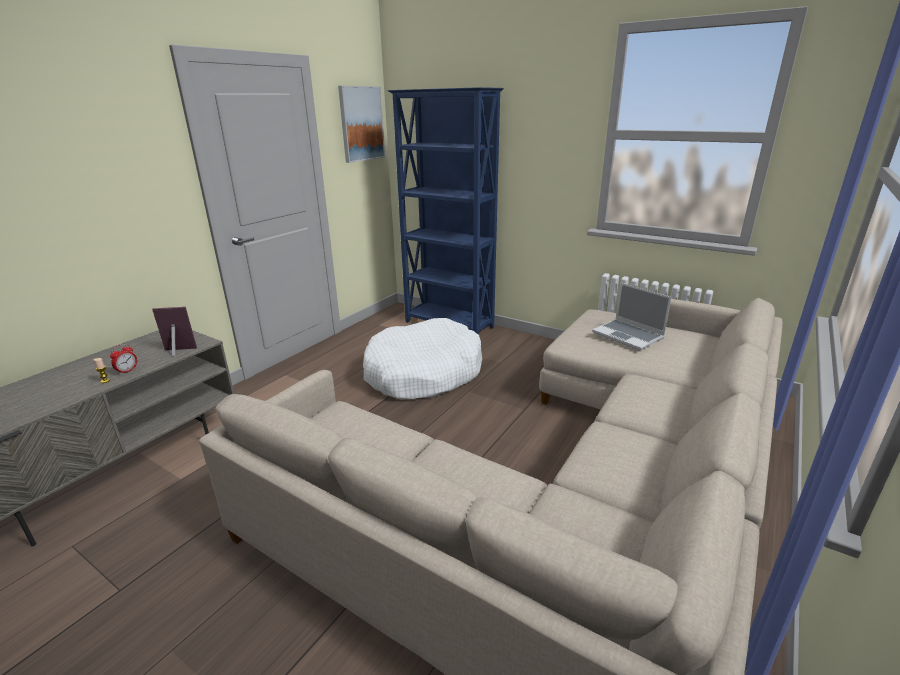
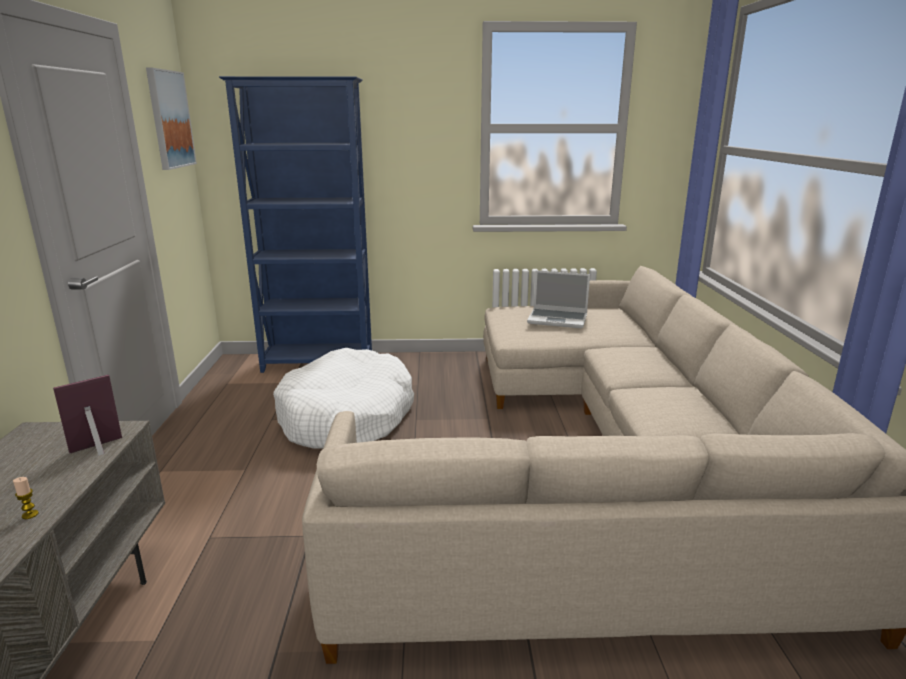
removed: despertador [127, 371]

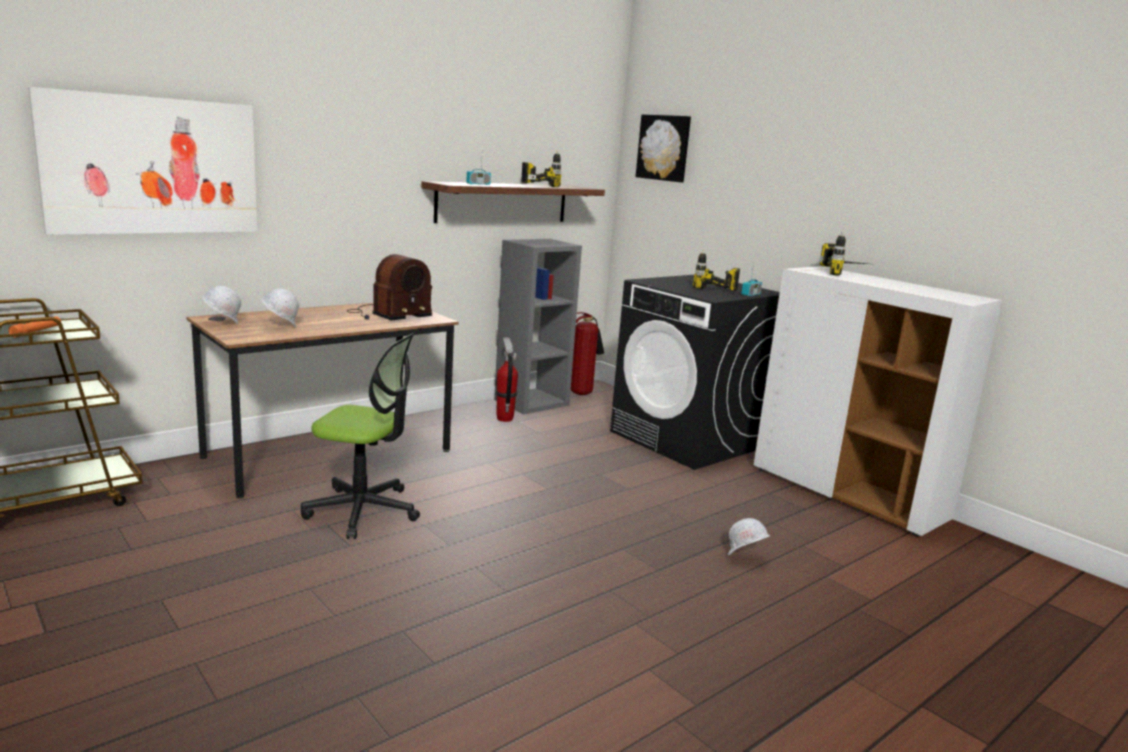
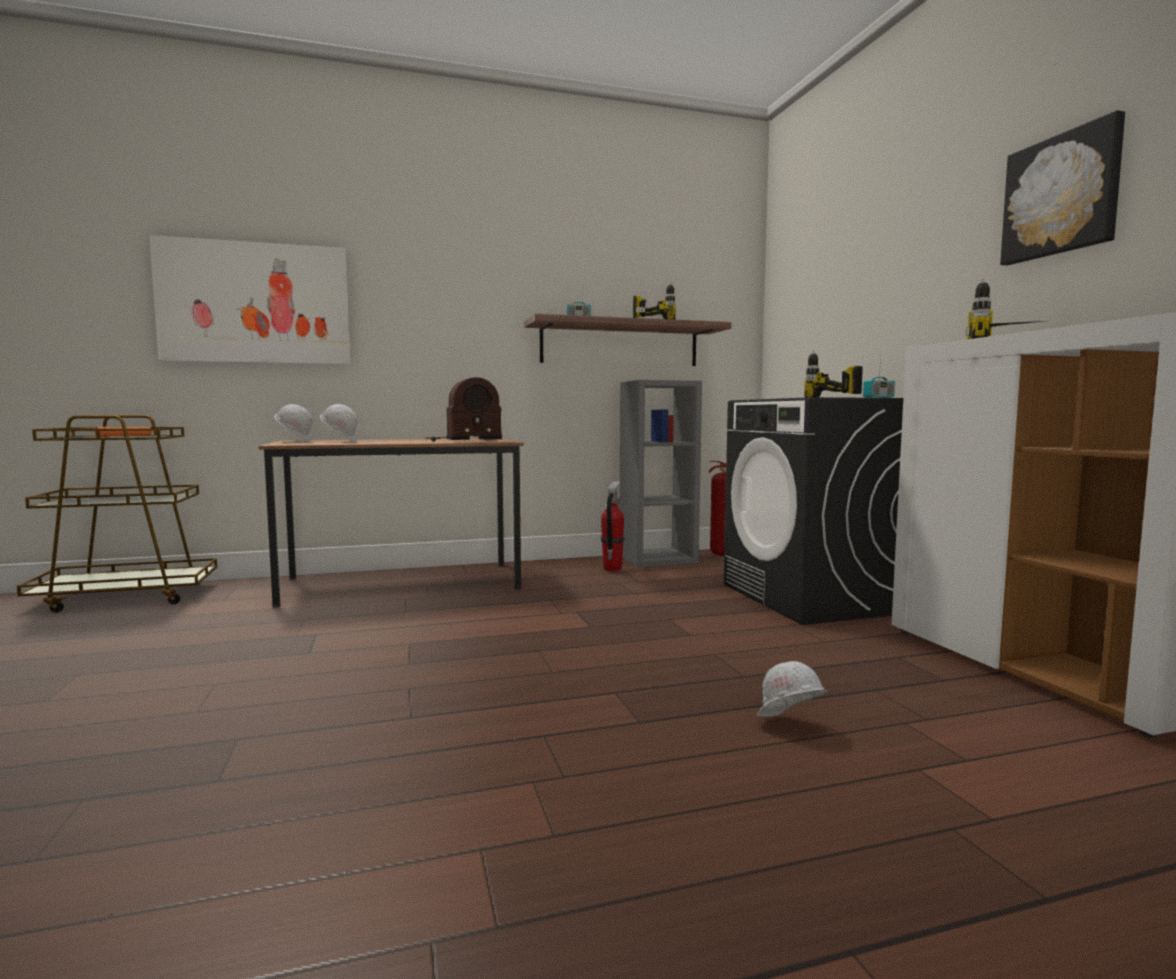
removed: silla de oficina [363, 511]
moved: cuadro [664, 148] to [1062, 195]

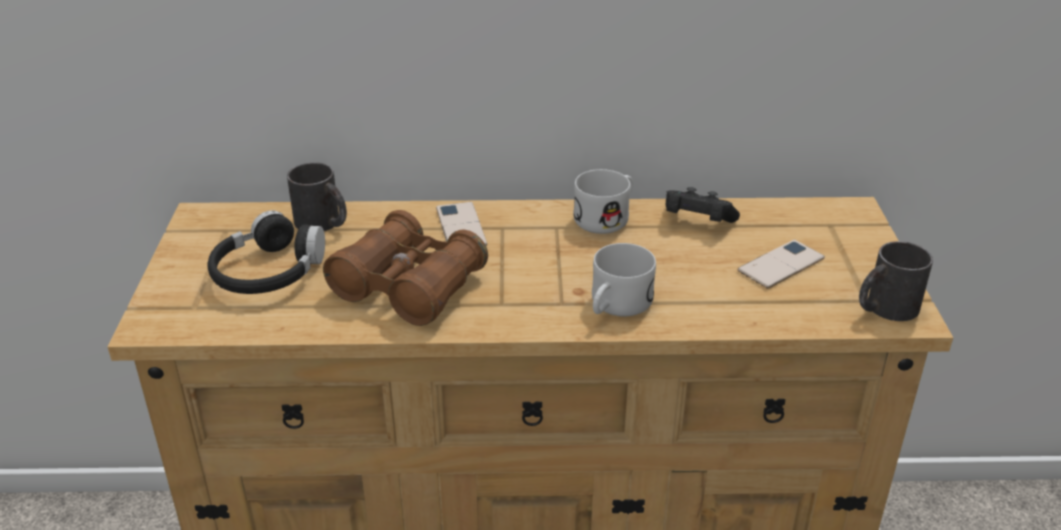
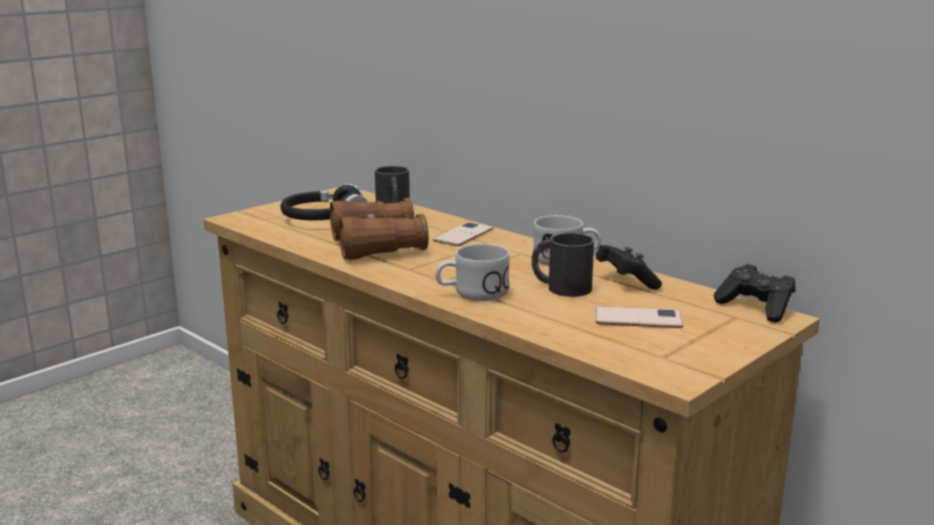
added: mando de consola [negro] [756, 308]
moved: taza grande [negro] [884, 308] to [560, 287]

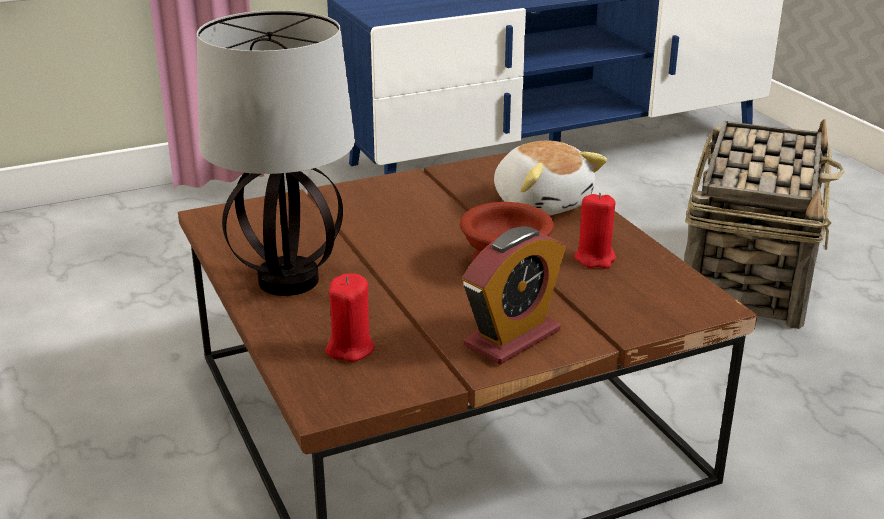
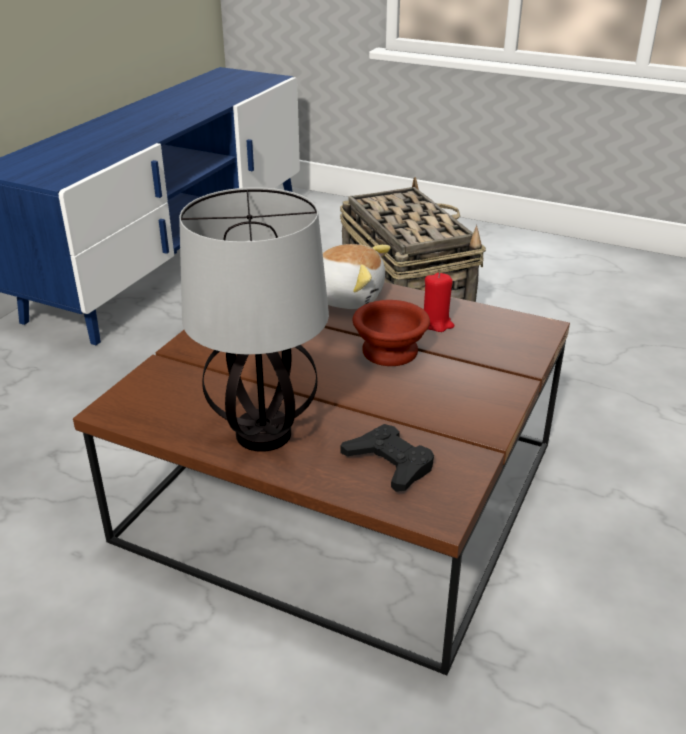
removed: despertador [512, 338]
replaced: vela [rojo] [350, 348] to mando de consola [negro] [389, 463]

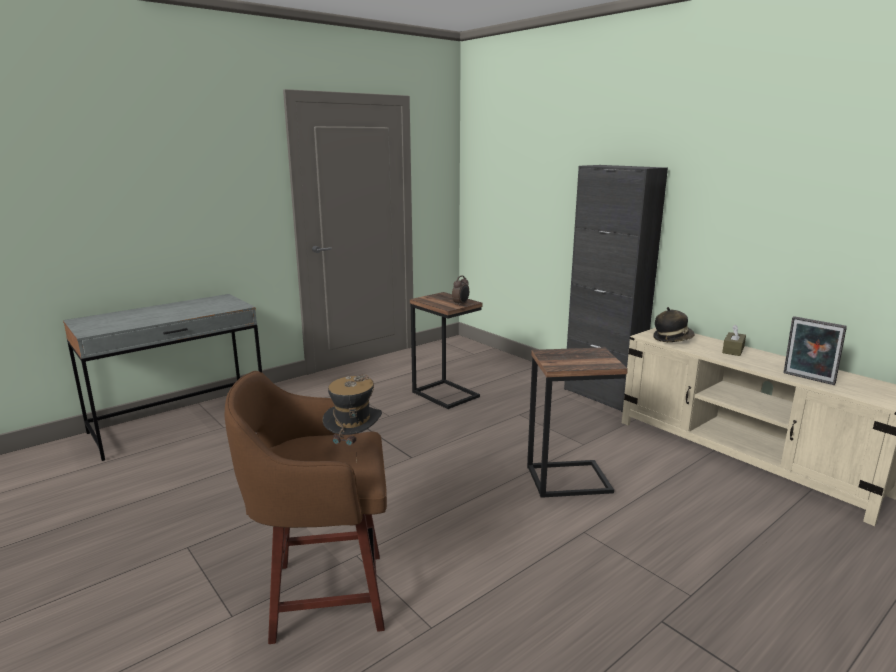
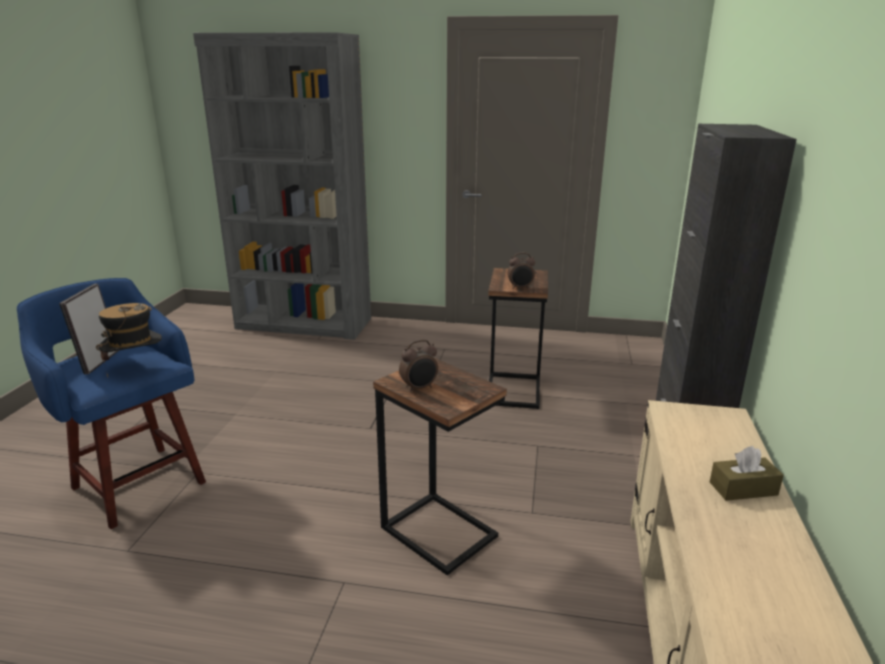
removed: sombrero [672, 339]
added: despertador [419, 388]
moved: portarretratos [807, 379] to [98, 362]
replaced: escritorio [gris] [180, 423] to estantería [gris] [304, 324]
recoloured: taburete [marrón] [323, 596] to taburete [azul] [136, 483]

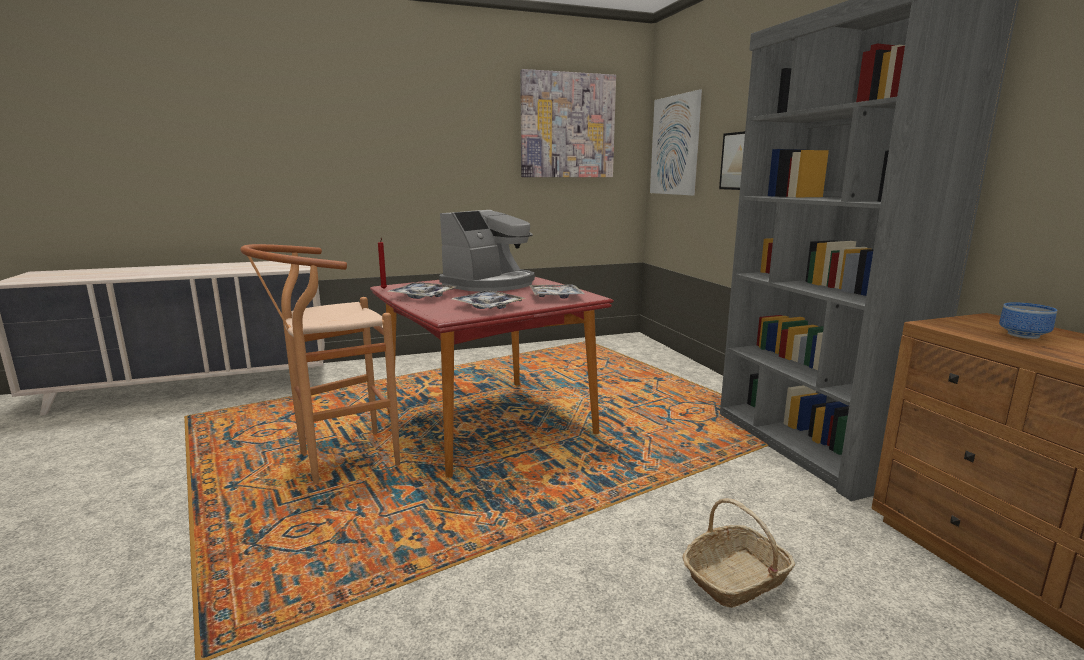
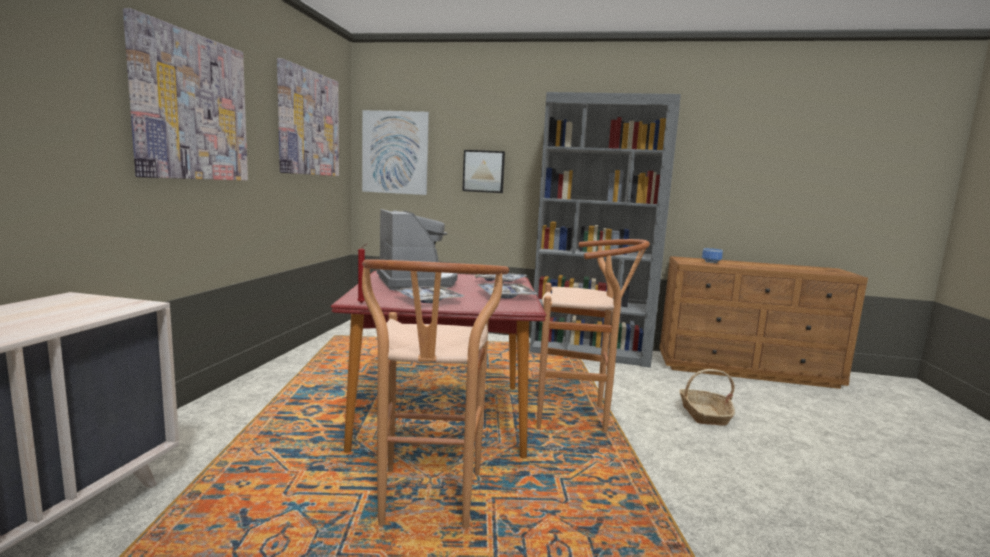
added: cuadro [191, 107]; taburete [marrón] [579, 417]

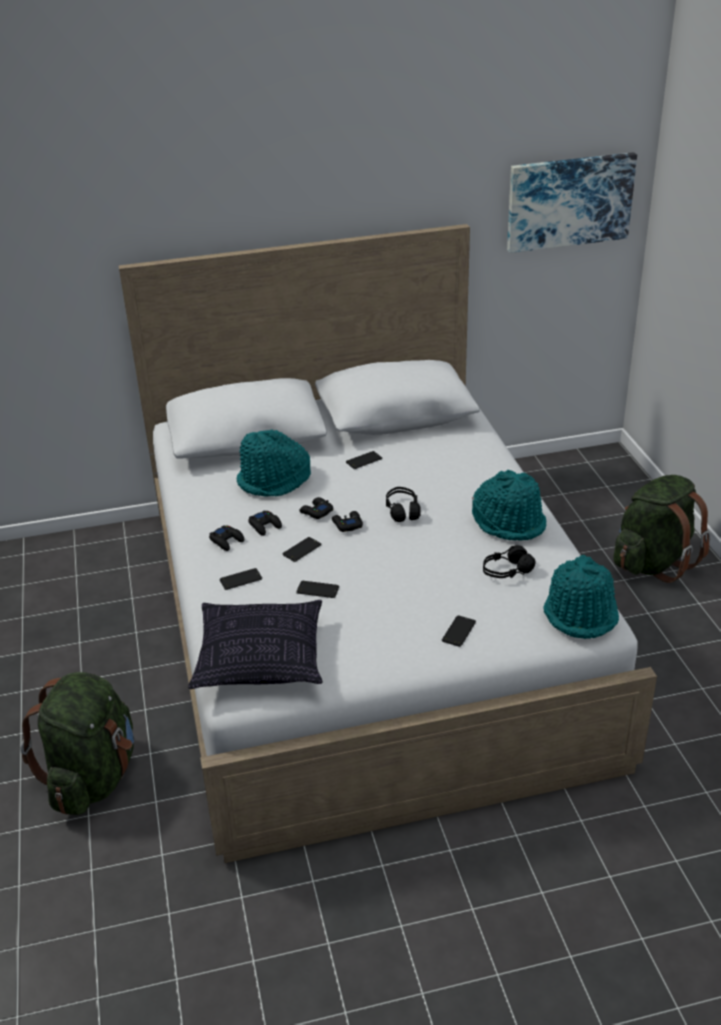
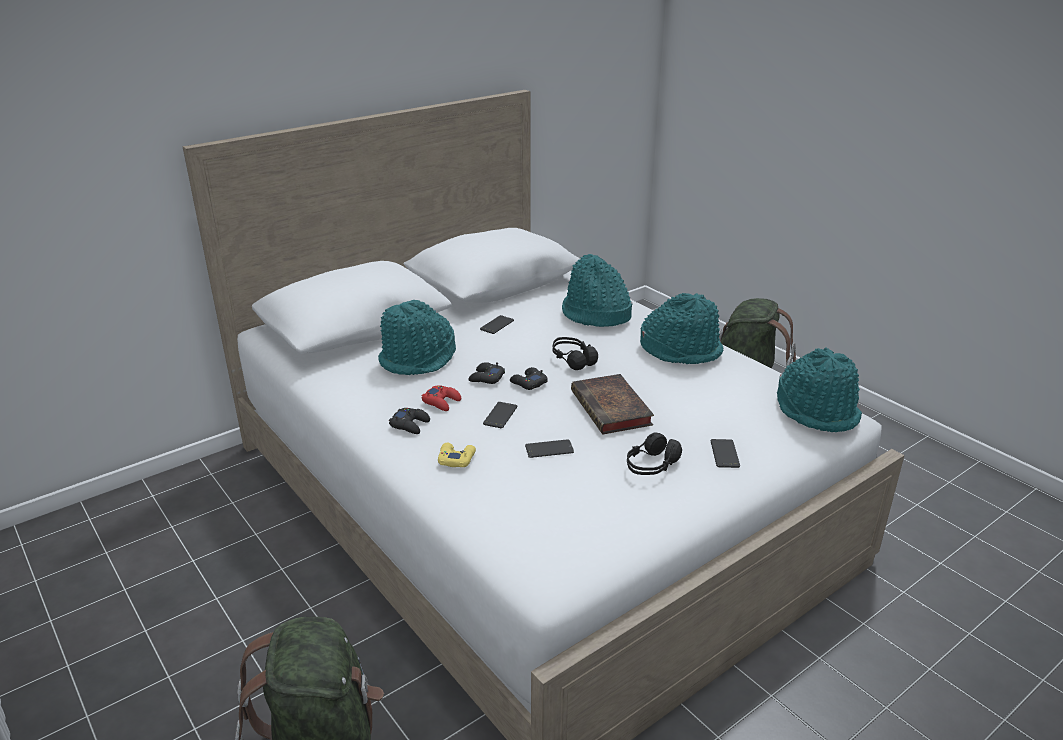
removed: cojín [261, 659]; cuadro [569, 201]
added: sombrero [turquesa] [595, 314]; libro [612, 410]
moved: auriculares [negro] [506, 571] to [651, 466]
replaced: móvil [241, 579] to mando de consola [amarillo] [456, 459]
recoloured: mando de consola [negro] [265, 526] to mando de consola [rojo] [442, 402]

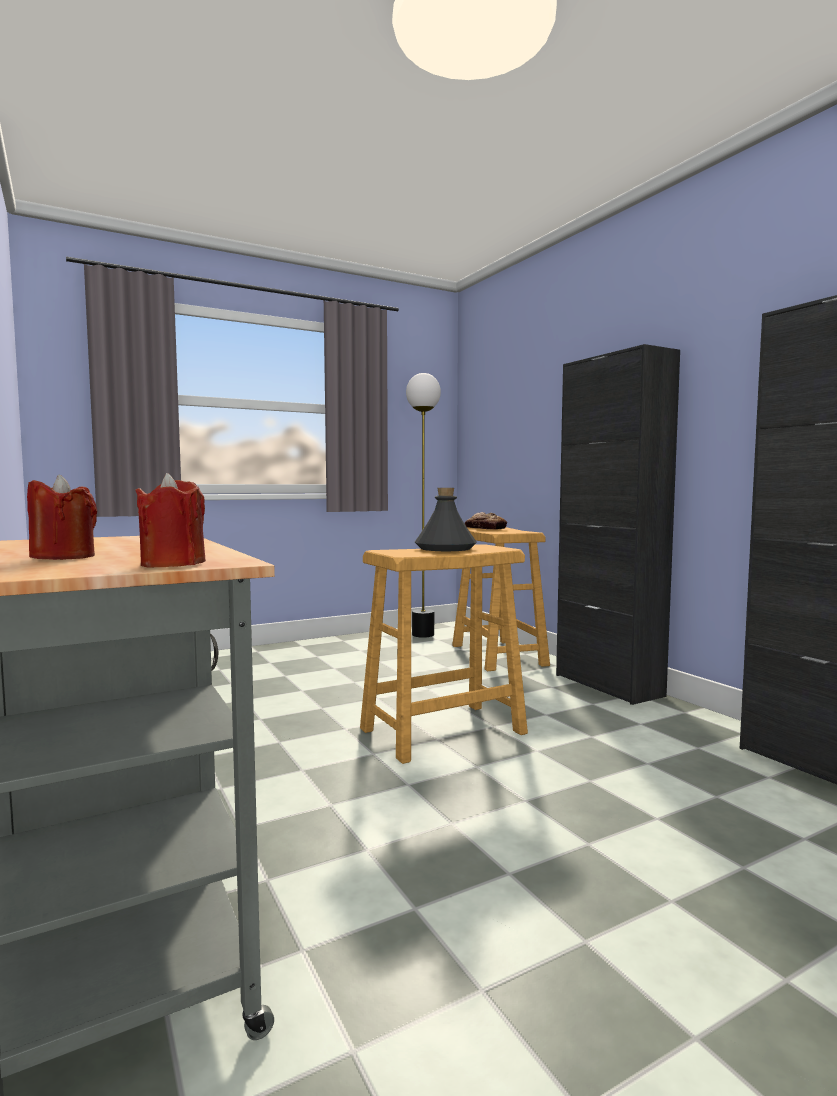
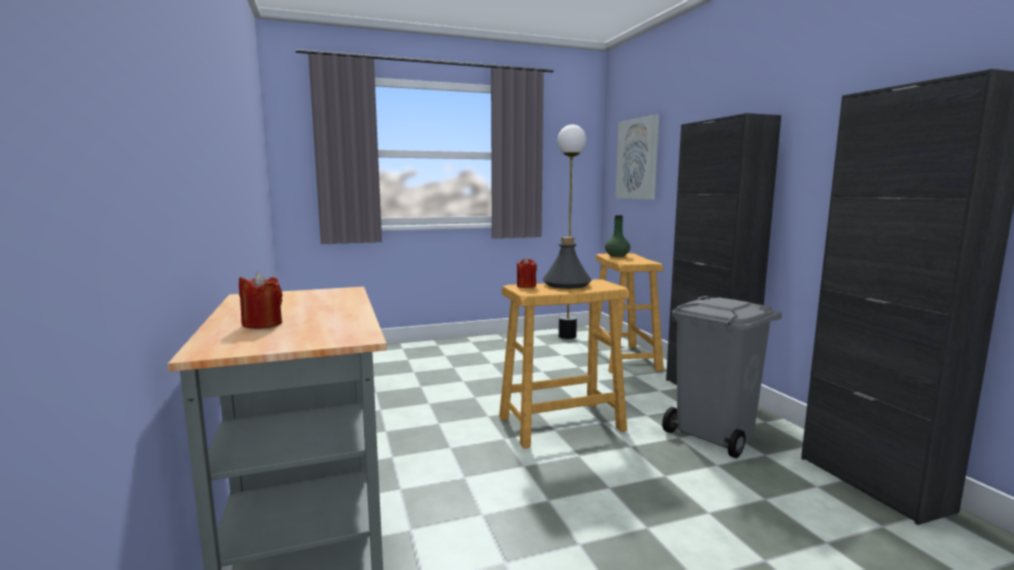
added: cuadro [637, 159]; papelera [gris] [716, 435]
moved: vela [rojo] [173, 564] to [526, 286]
replaced: pan [485, 528] to florero [verde] [616, 256]

